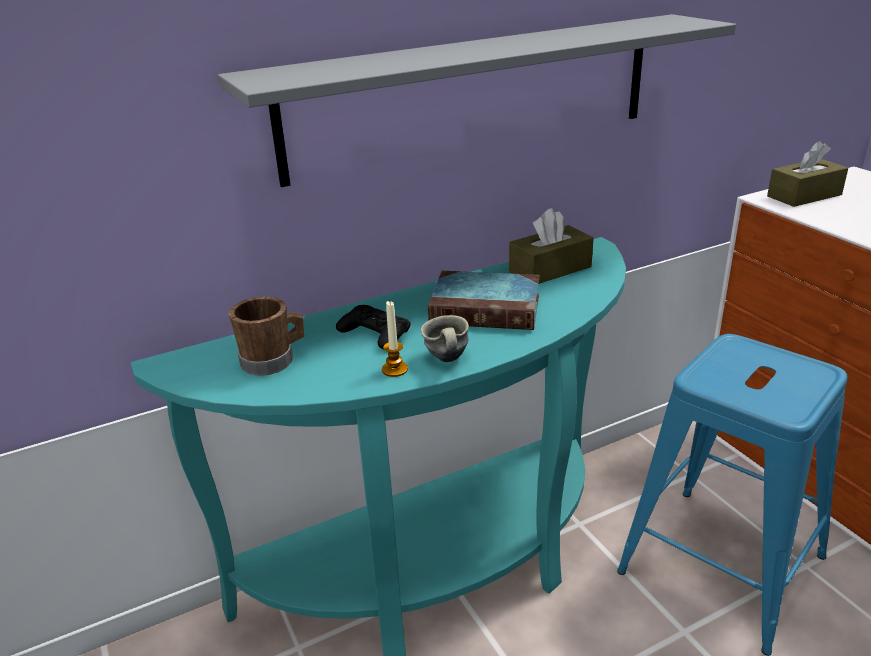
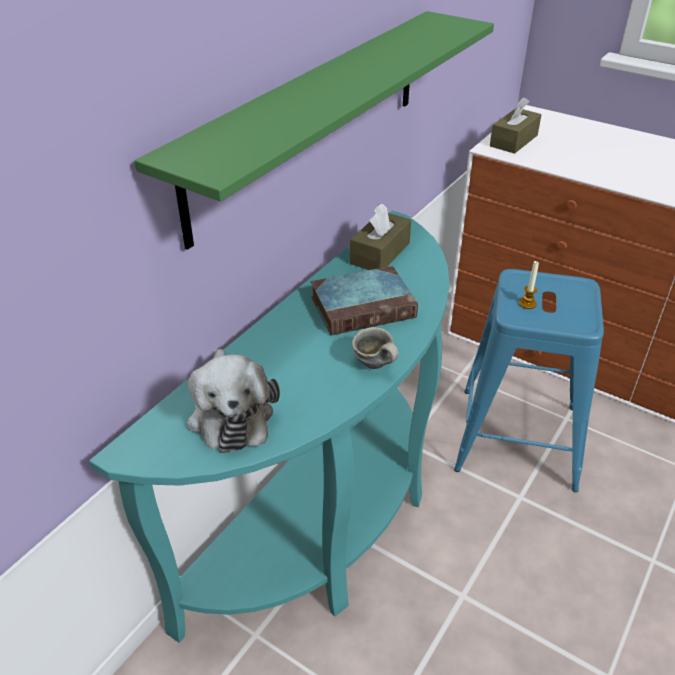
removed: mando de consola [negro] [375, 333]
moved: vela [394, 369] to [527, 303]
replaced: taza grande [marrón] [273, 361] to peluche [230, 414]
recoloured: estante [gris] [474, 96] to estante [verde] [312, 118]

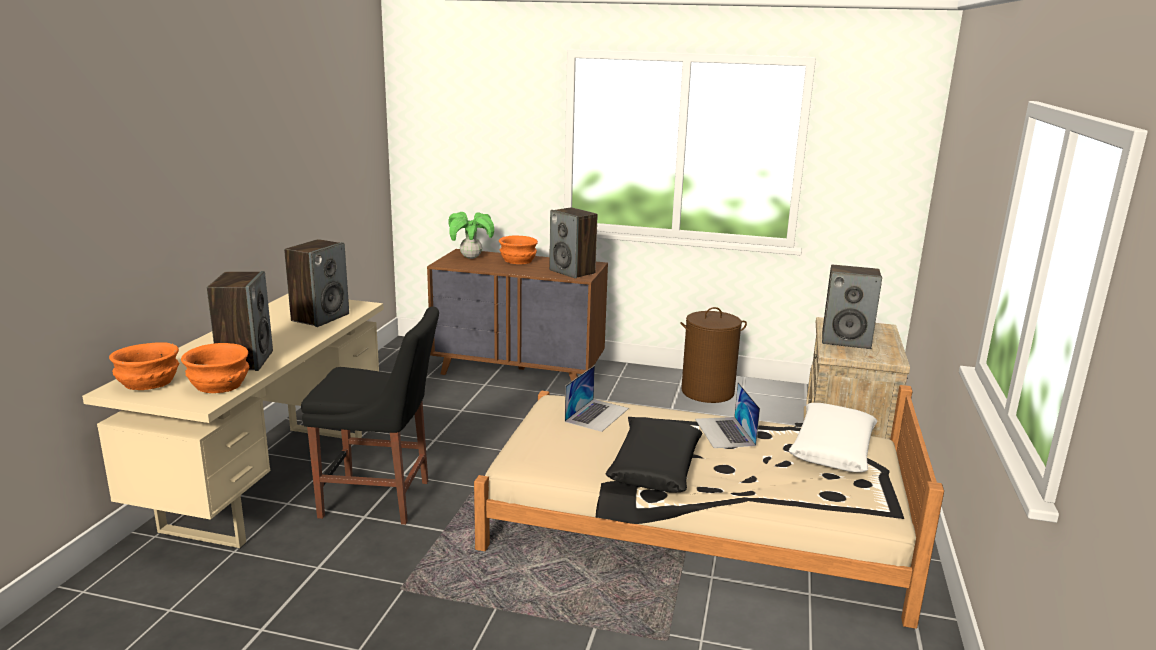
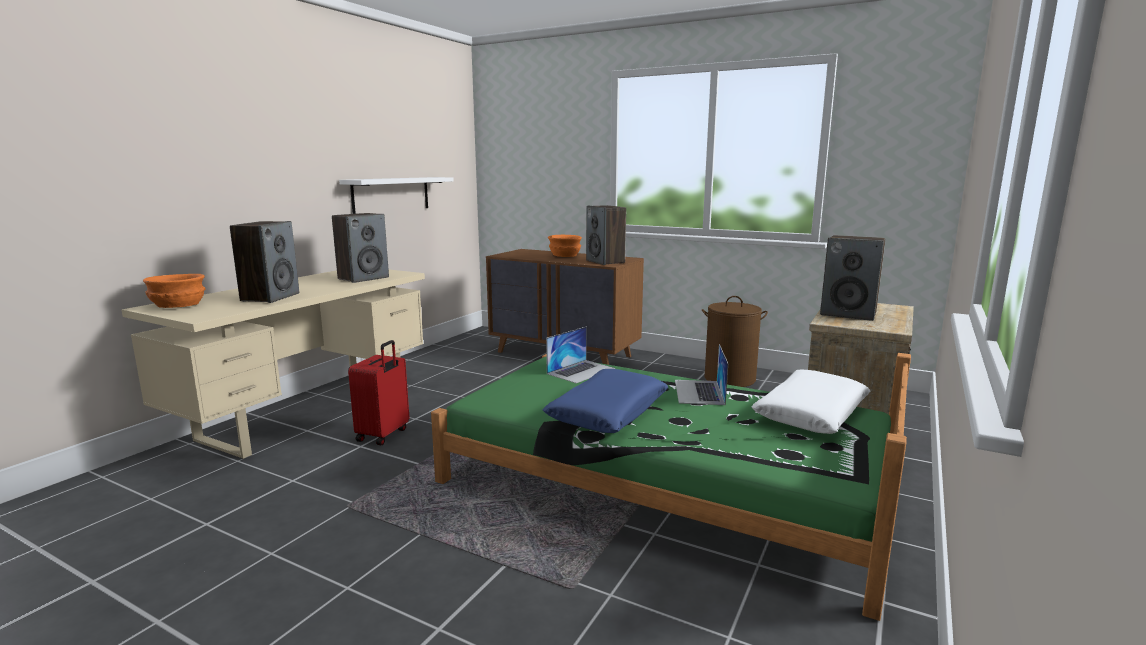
removed: cuenco [naranja] [220, 385]; planta en maceta [471, 257]
added: estante [blanco] [391, 194]
replaced: silla [negro] [381, 499] to maleta [rojo] [384, 435]
recoloured: cama [beis] [696, 523] to cama [verde] [663, 483]; cojín [negro] [655, 466] to cojín [azul] [608, 413]

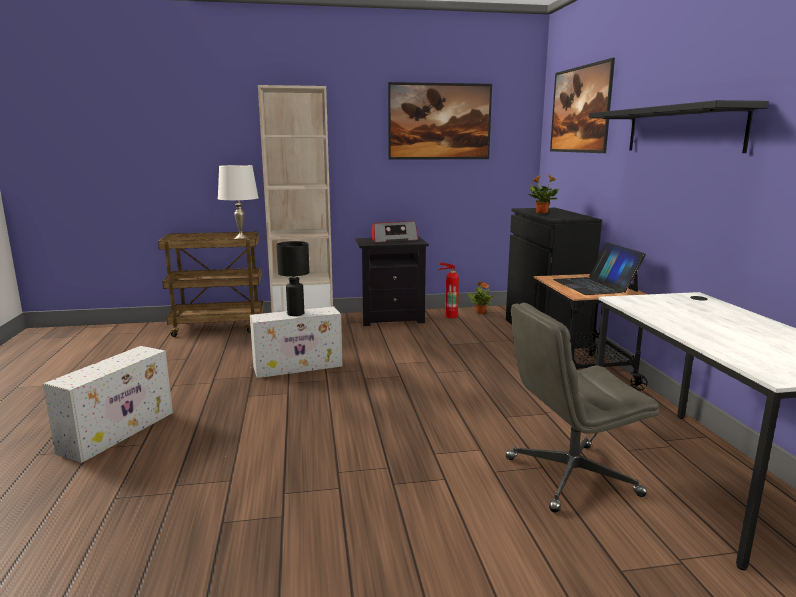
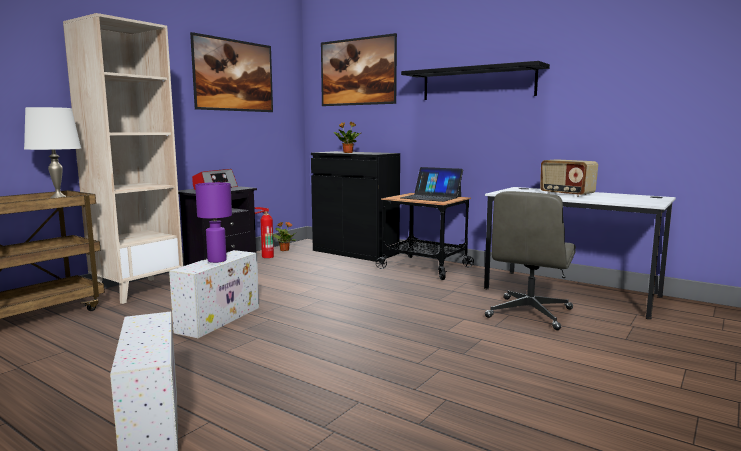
added: radio [566, 194]
recoloured: lámpara de mesa [negro] [295, 314] to lámpara de mesa [morado] [217, 260]

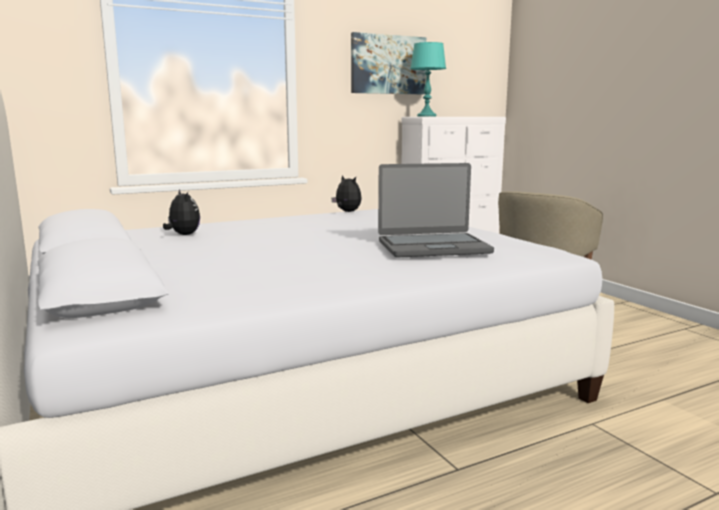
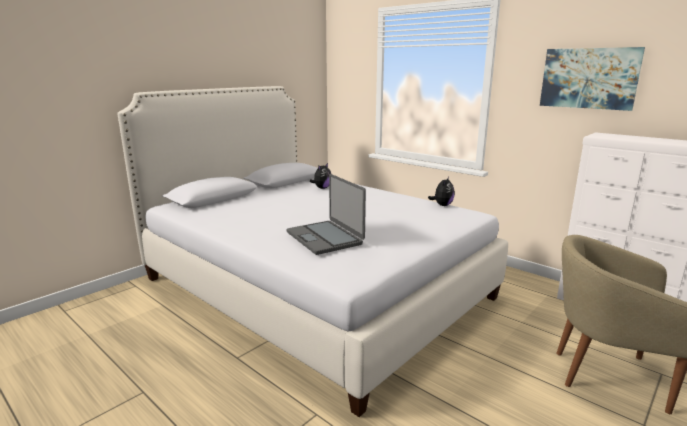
removed: lámpara de mesa [turquesa] [426, 116]

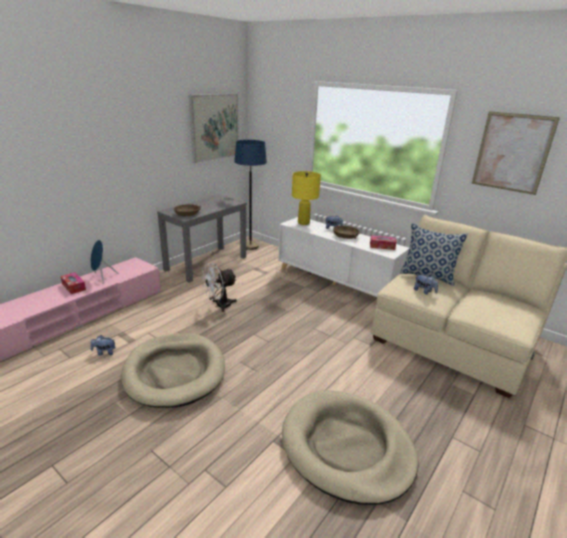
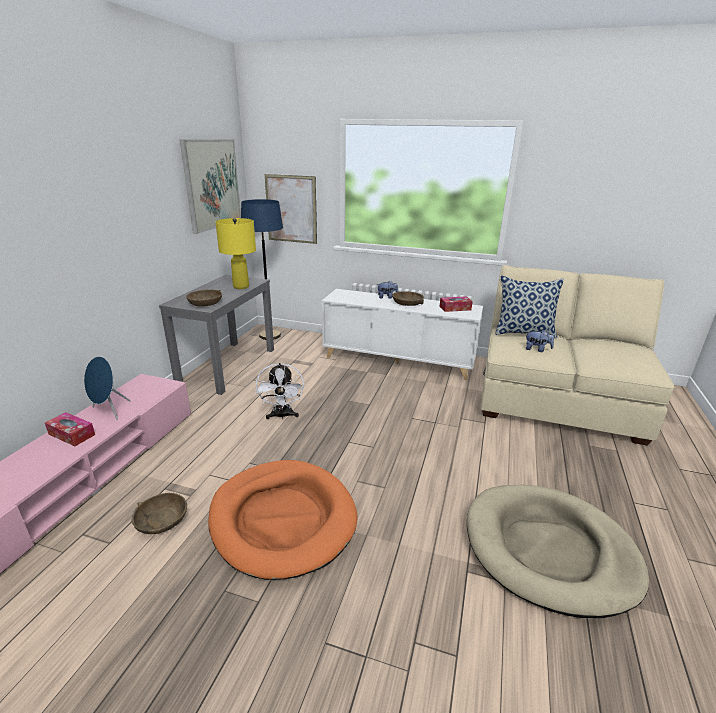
moved: lámpara de mesa [amarillo] [303, 223] to [241, 287]; cuadro [512, 153] to [291, 209]
replaced: peluche [104, 352] to cuenco [marrón] [161, 520]
recoloured: cama para perro [beis] [174, 372] to cama para perro [naranja] [282, 519]
turned: ventilador [blanco] [219, 305] = [282, 416] 45 degrees counterclockwise

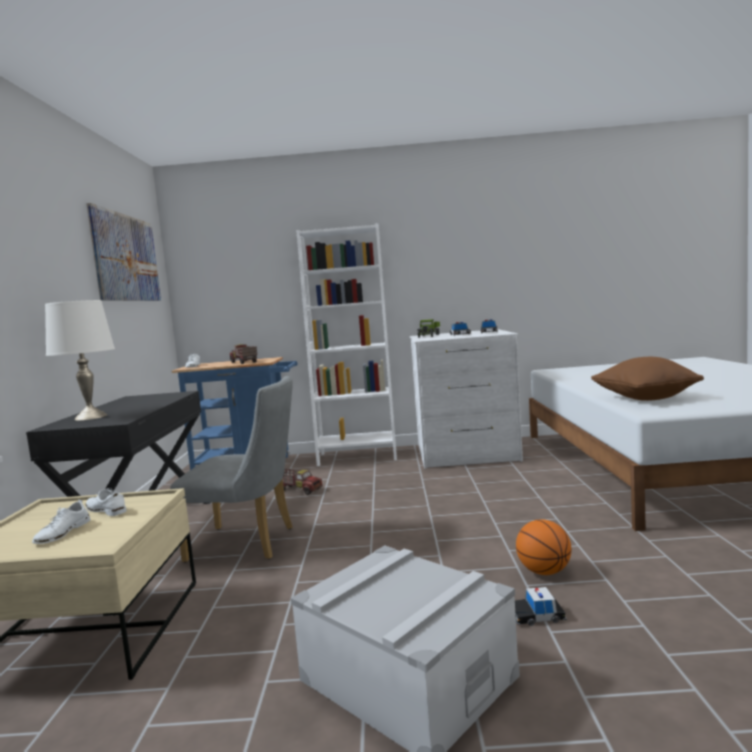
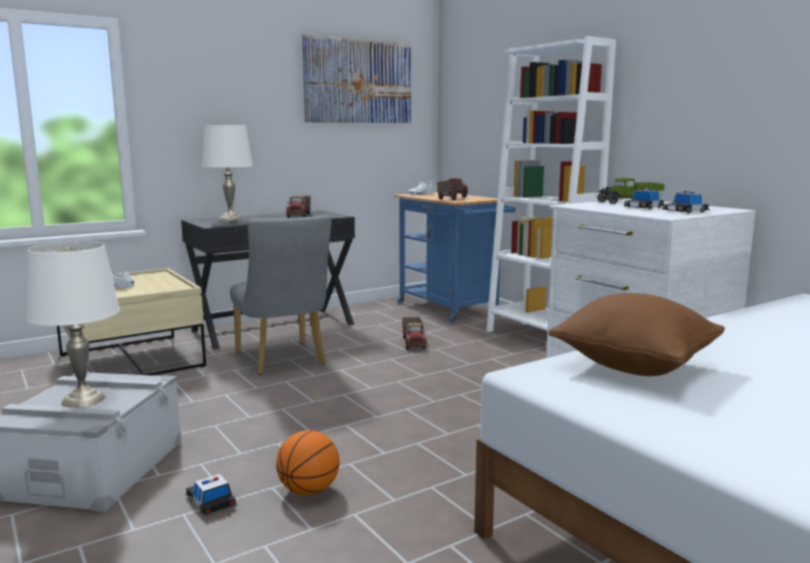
removed: zapato [blanco] [106, 510]
added: lámpara de mesa [blanco] [83, 400]; camión de juguete [299, 215]

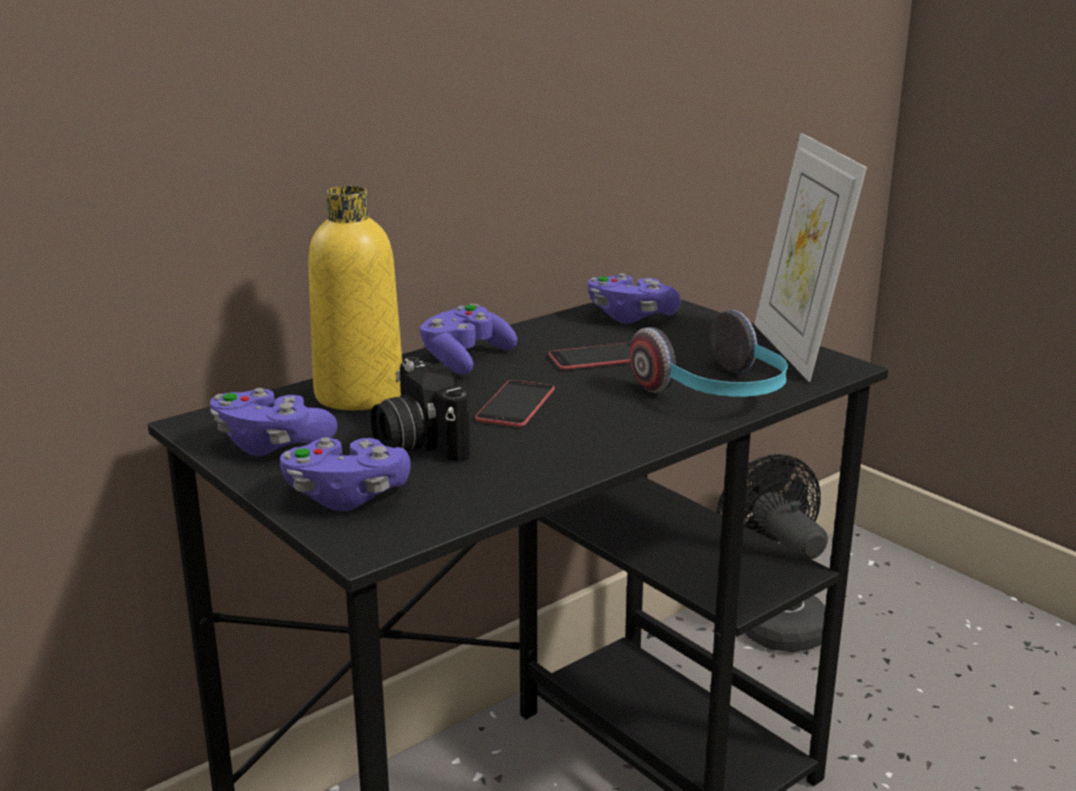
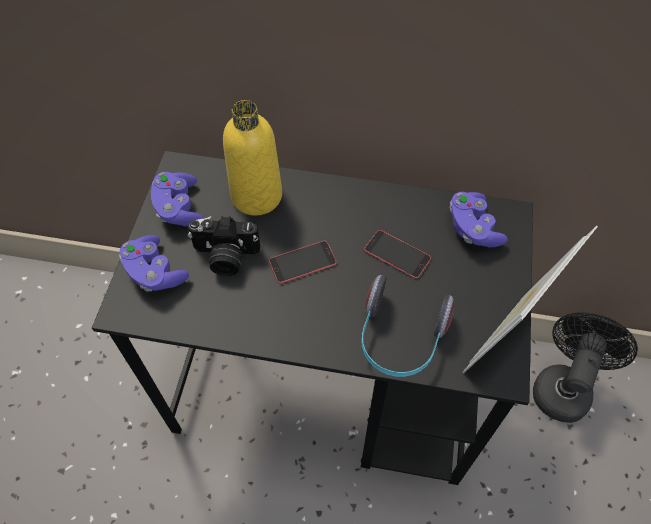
removed: mando de consola [morado] [465, 359]
turned: cámara [416, 443] = [225, 257] 105 degrees counterclockwise

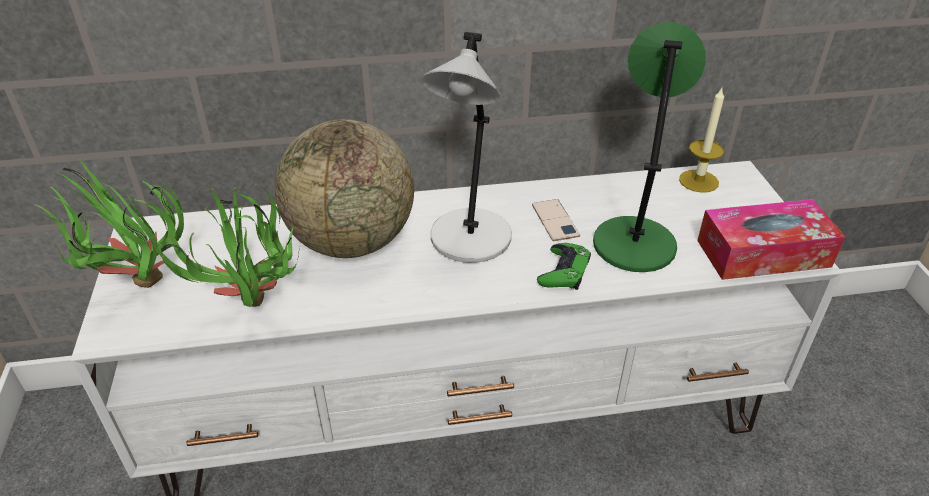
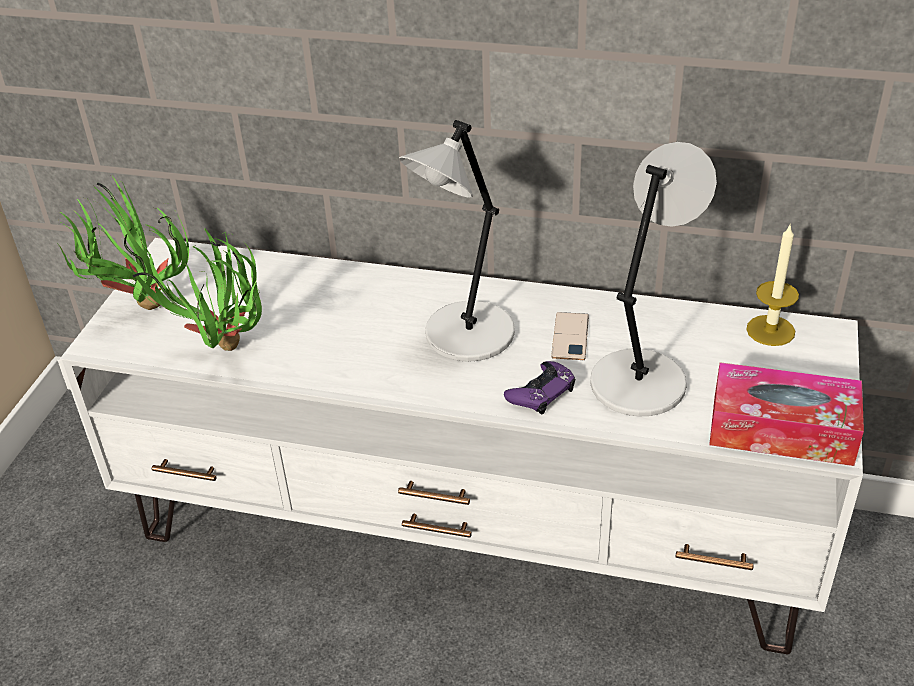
removed: globo terráqueo [352, 241]
recoloured: mando de consola [verde] [564, 272] to mando de consola [morado] [541, 392]; lámpara de mesa [verde] [634, 242] to lámpara de mesa [gris] [640, 380]

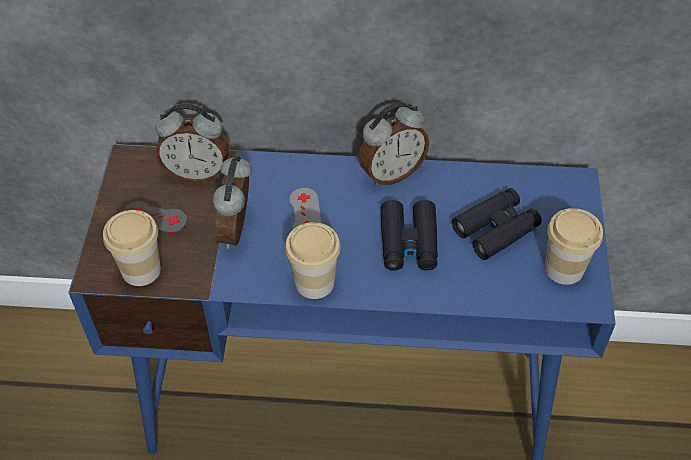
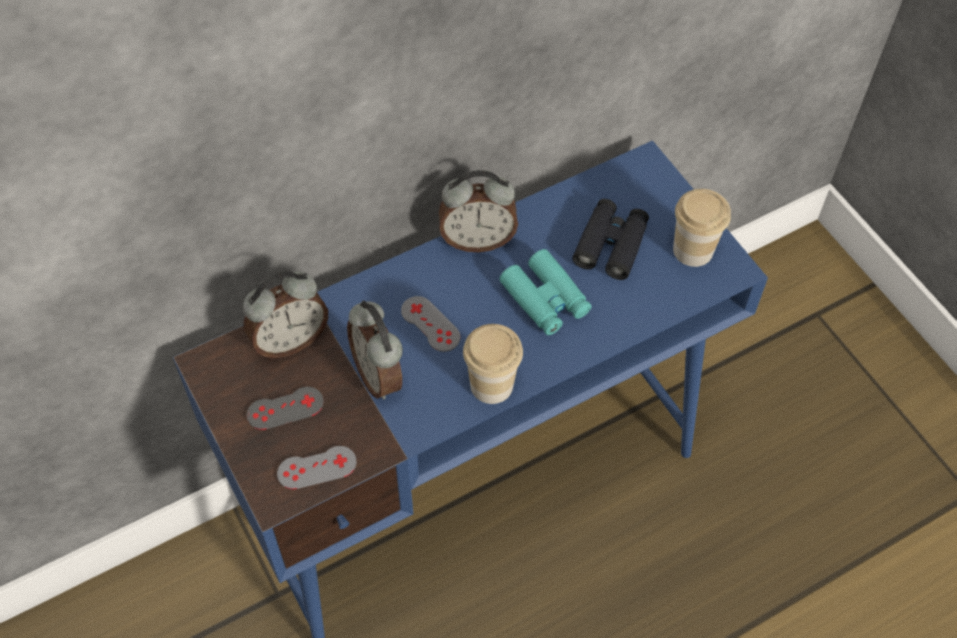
replaced: taza [141, 270] to mando de consola [gris] [317, 468]
recoloured: prismáticos [negro] [408, 242] to prismáticos [turquesa] [545, 299]
turned: despertador [391, 173] = [477, 240] 60 degrees clockwise

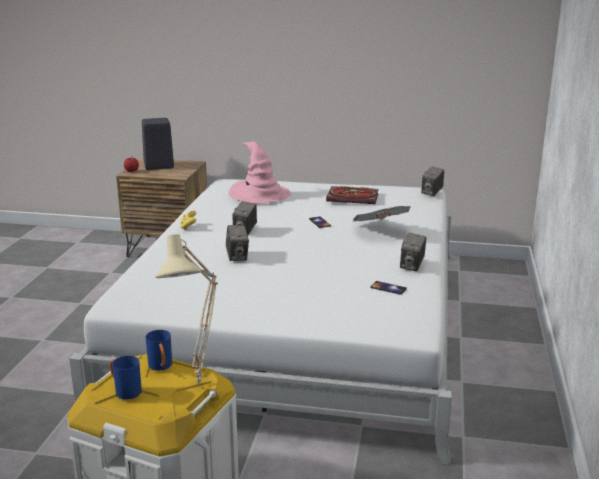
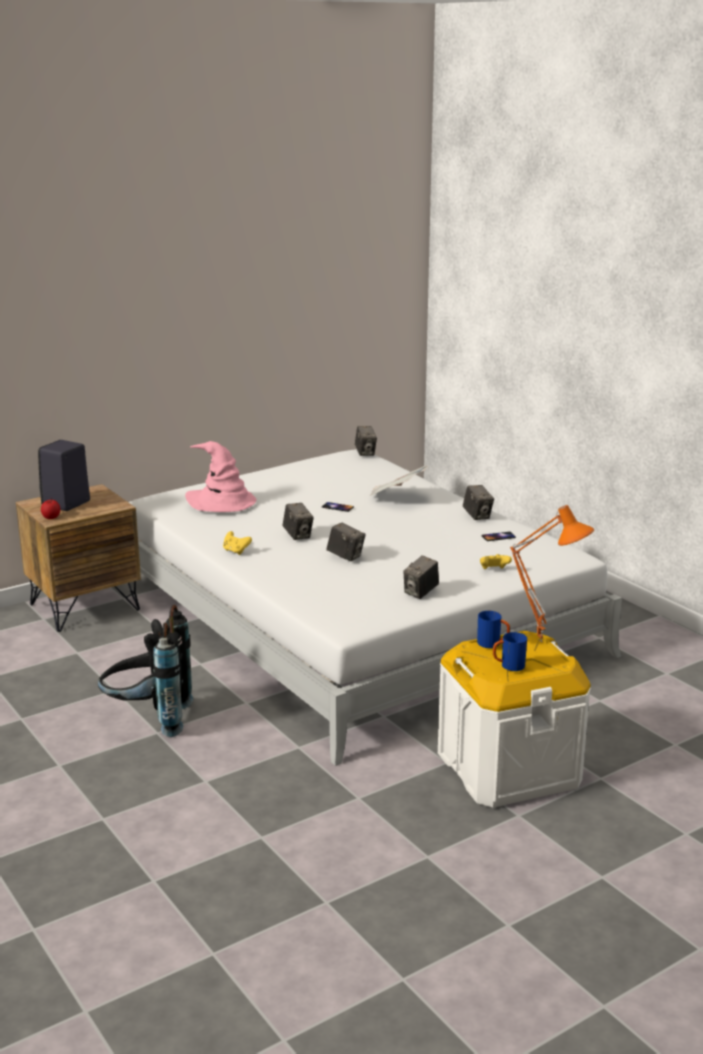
removed: libro [354, 197]
added: mochila [negro] [149, 719]; cámara [421, 593]; mando de consola [amarillo] [494, 570]
recoloured: lámpara de mesa [beis] [202, 385] to lámpara de mesa [naranja] [542, 640]

